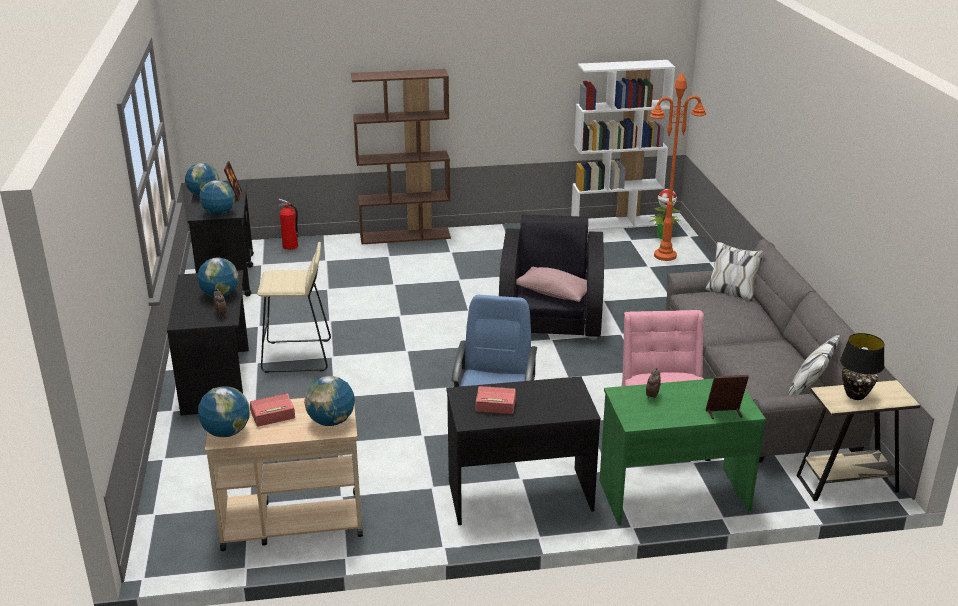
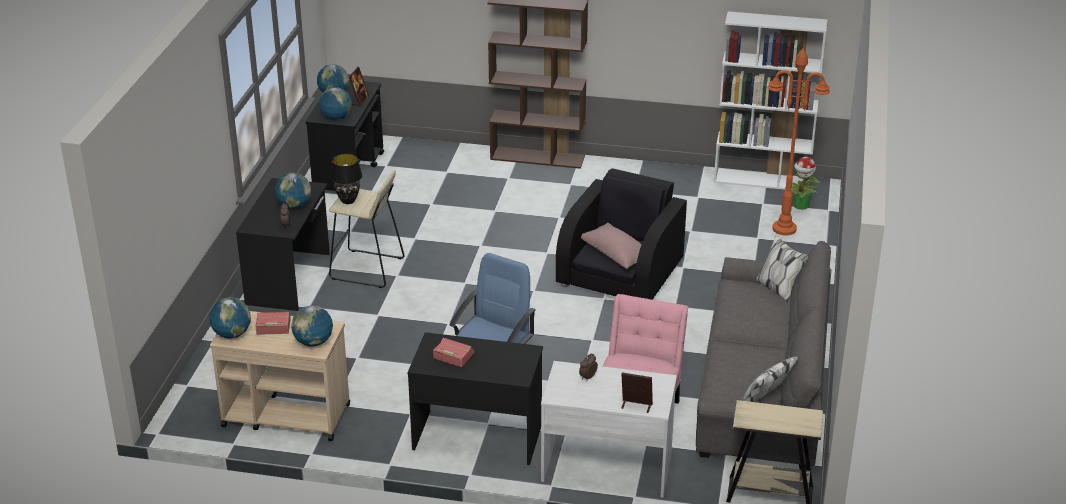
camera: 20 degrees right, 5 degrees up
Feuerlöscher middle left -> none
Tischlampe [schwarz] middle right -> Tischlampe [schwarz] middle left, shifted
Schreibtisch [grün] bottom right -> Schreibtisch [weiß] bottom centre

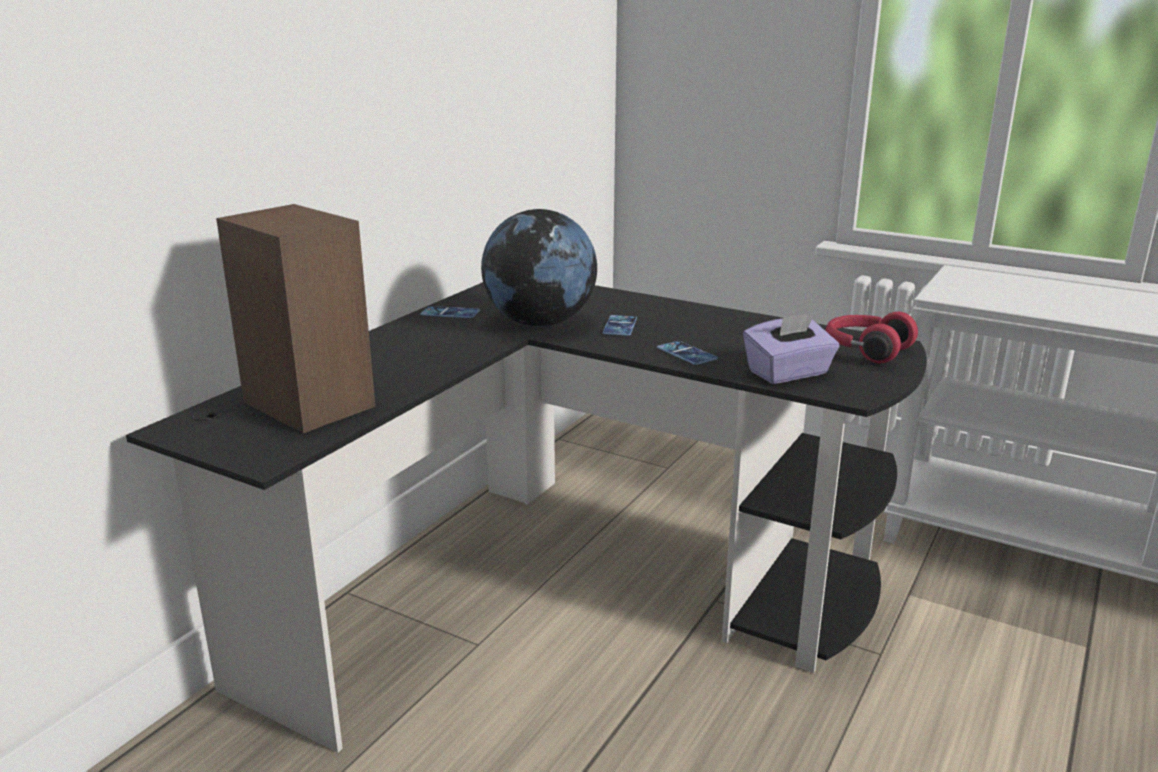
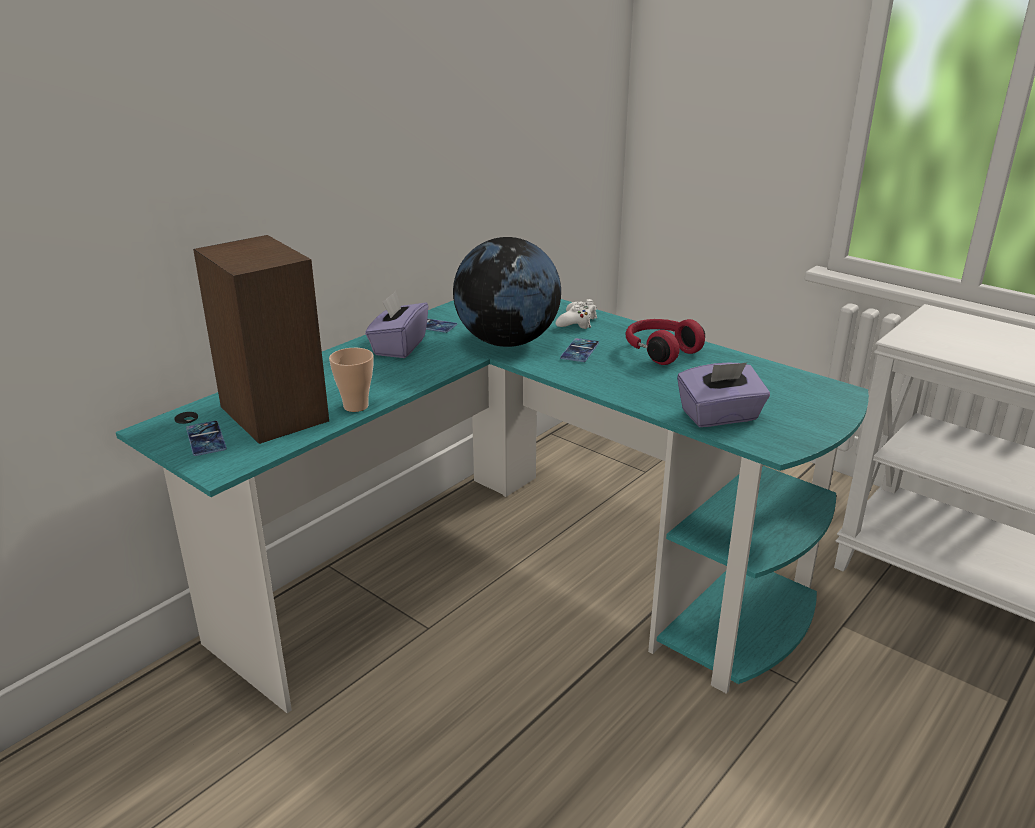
camera: 10 degrees right, 5 degrees up
Schreibtisch [schwarz] bottom centre -> Schreibtisch [türkis] centre
Kopfhörer [rot] middle right -> Kopfhörer [rot] centre, shifted
Handy (no. 3 from left in the first image) centre -> Handy (no. 1 from left) middle left, shifted
none -> Taschentuchbox [lila] (no. 1 from left) centre
none -> Gamepad [weiß] centre
none -> Tasse centre

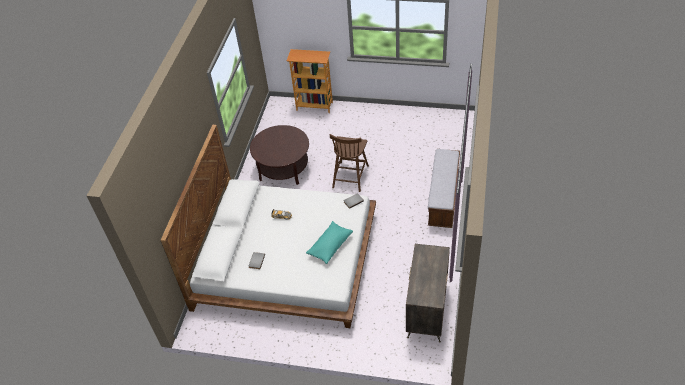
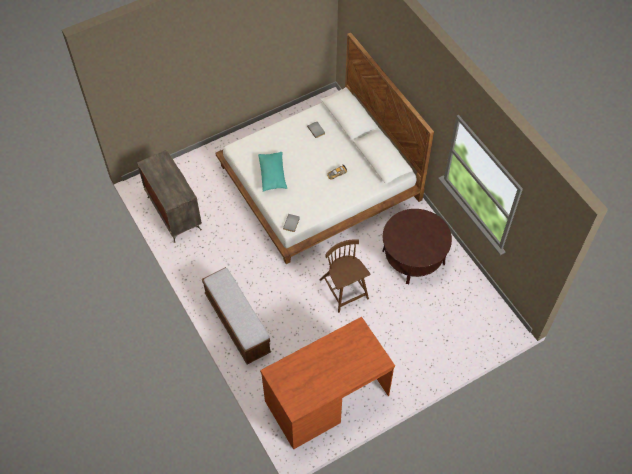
camera: 135 degrees right, 10 degrees up
Bücherregal top centre -> none
none -> Schreibtisch [braun] bottom centre

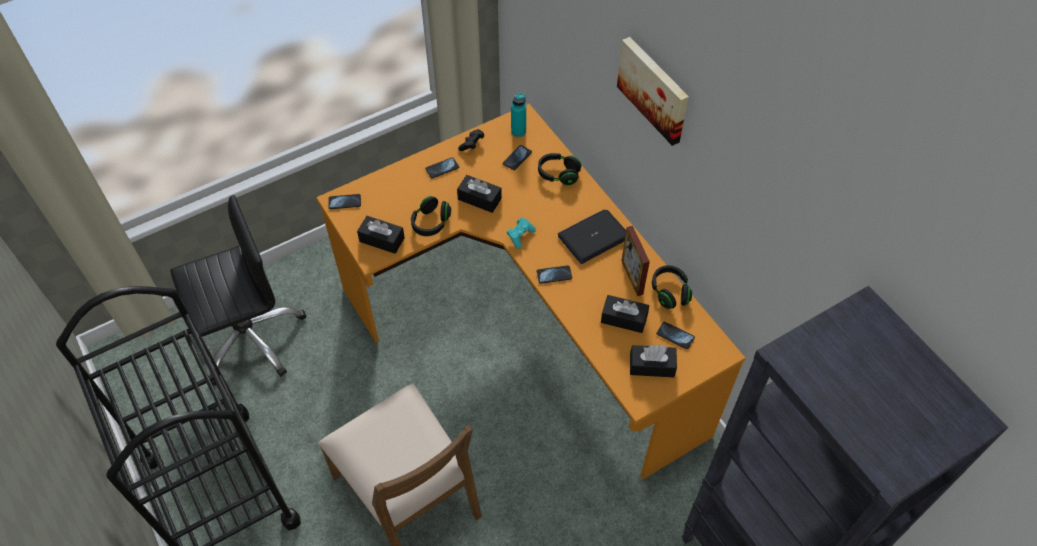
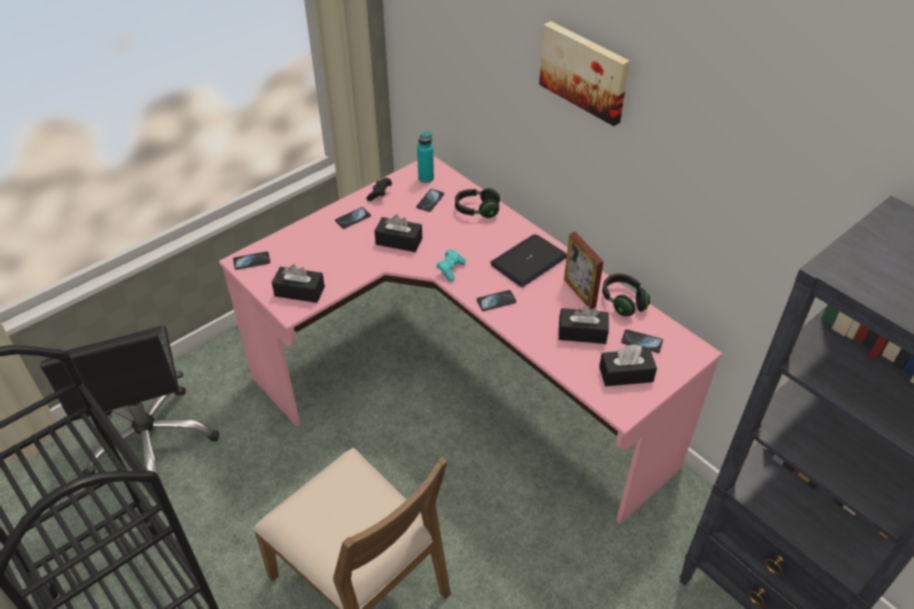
camera: 10 degrees left, 10 degrees down
Schreibtisch [orange] centre -> Schreibtisch [rosa] centre
Bürostuhl [schwarz] middle left, 105 degrees clockwise
Kopfhörer [schwarz] (no. 1 from left) centre -> none

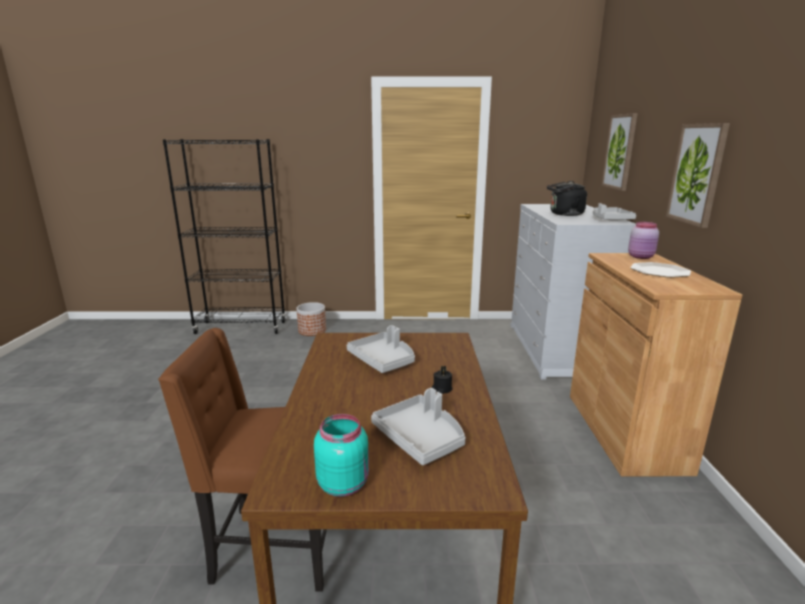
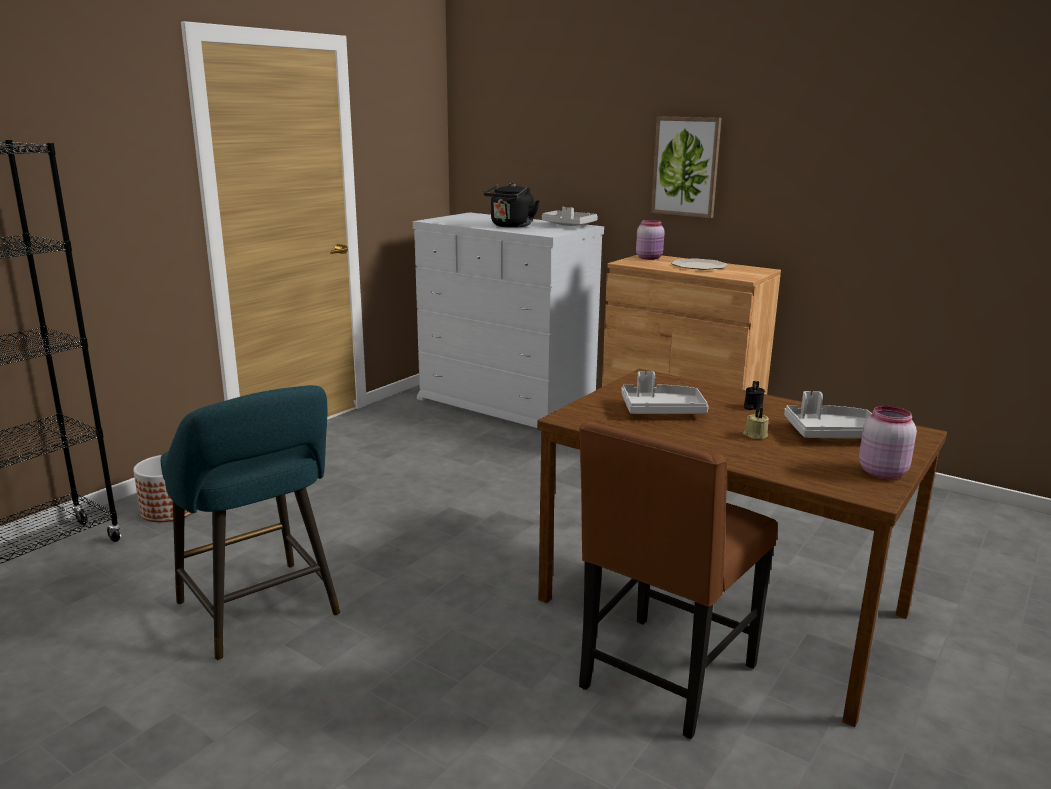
camera: 55 degrees left, 0 degrees up
Bild (no. 1 from left) top right -> none
Vorratsglas [türkis] bottom centre -> Vorratsglas [rosa] (no. 2 from left) middle right
none -> Hocker [türkis] middle left
none -> Kerze [beige] middle right

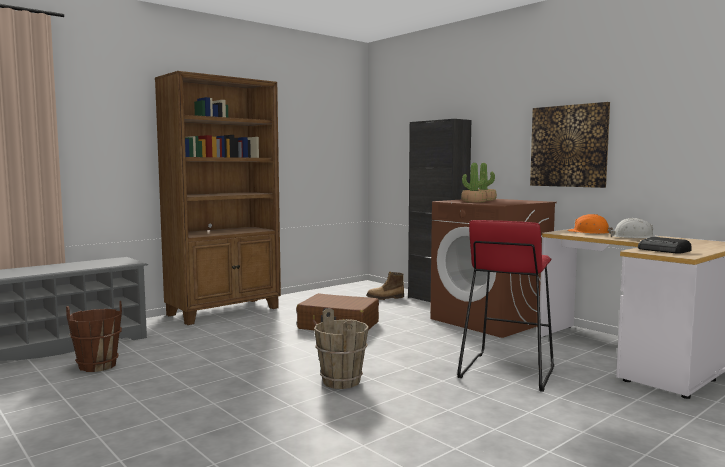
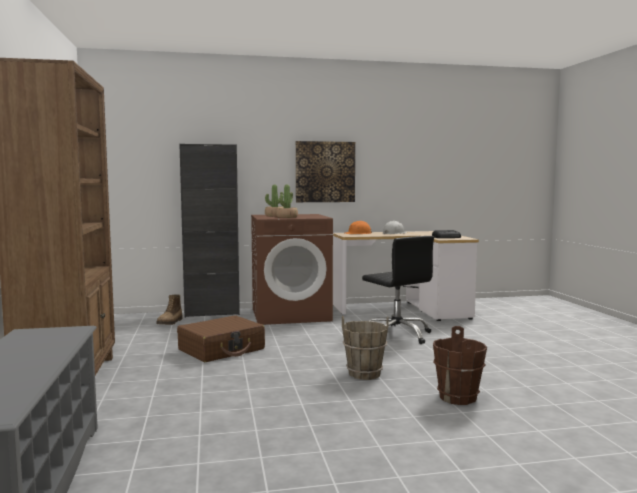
camera: 60 degrees left, 0 degrees up
Hocker [rot] middle right -> Bürostuhl [schwarz] centre
Eimer [braun] (no. 1 from left in the first image) bottom left -> Eimer [braun] (no. 2 from left) bottom right, shifted

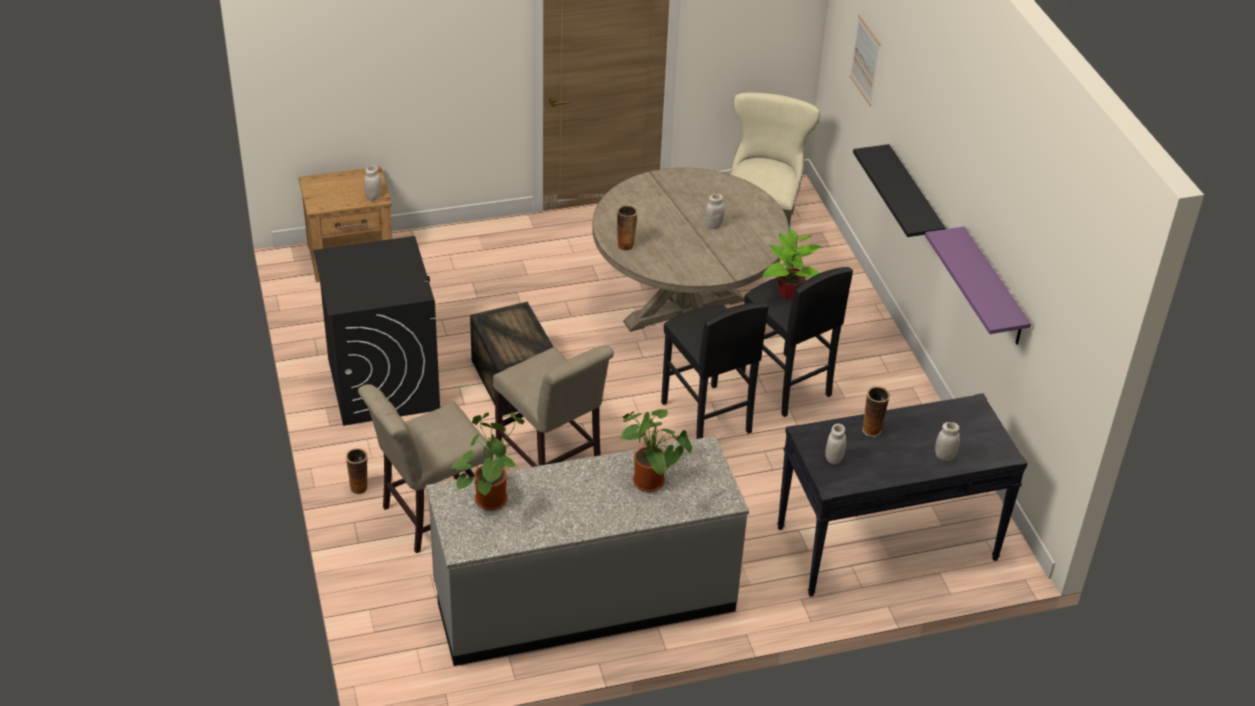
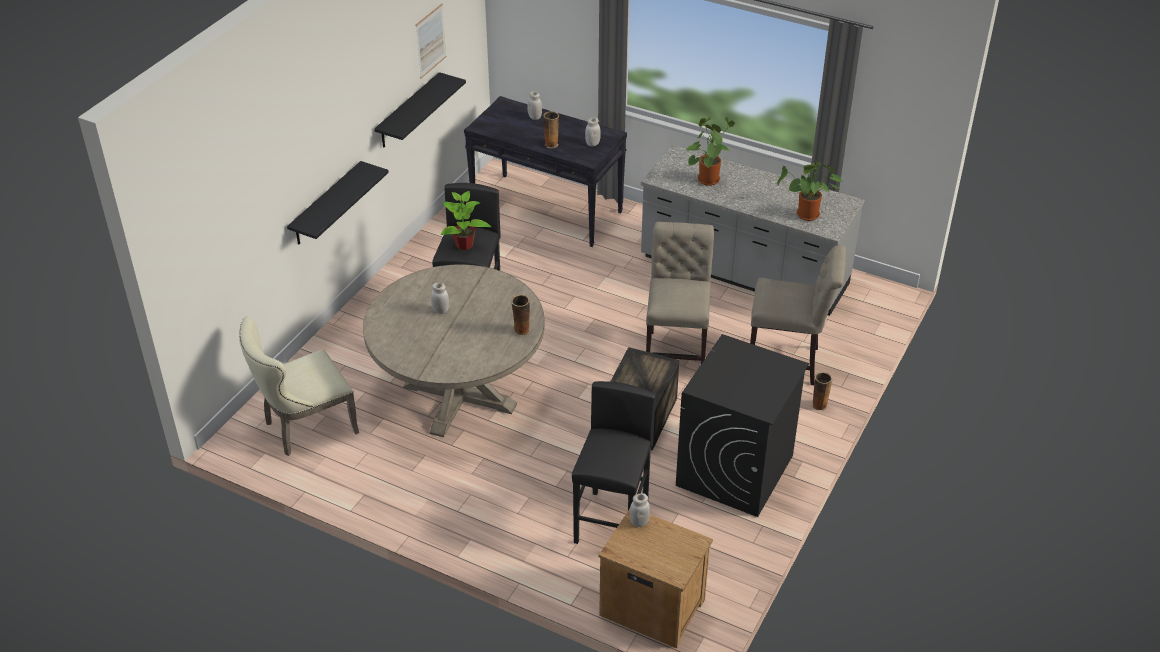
camera: 135 degrees left, 0 degrees up
Bild top right -> Bild top centre, shifted
Wandregal [lila] middle right -> Wandregal [schwarz] (no. 2 from left) top centre
Hocker [schwarz] (no. 1 from left in the first image) centre -> Hocker [schwarz] (no. 2 from left) bottom centre, shifted

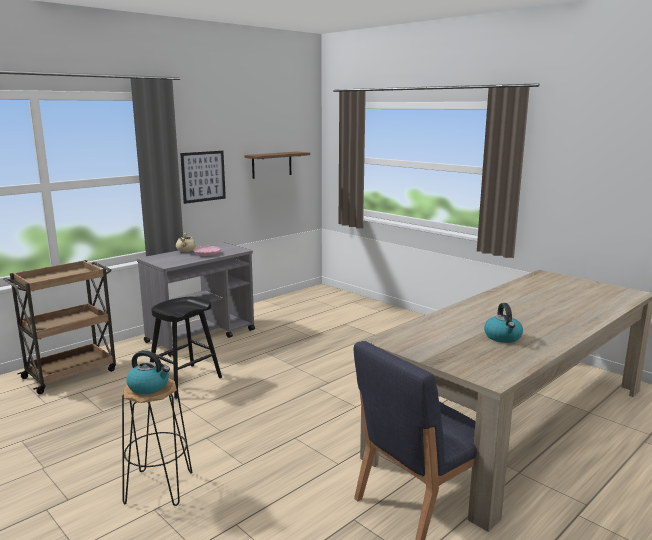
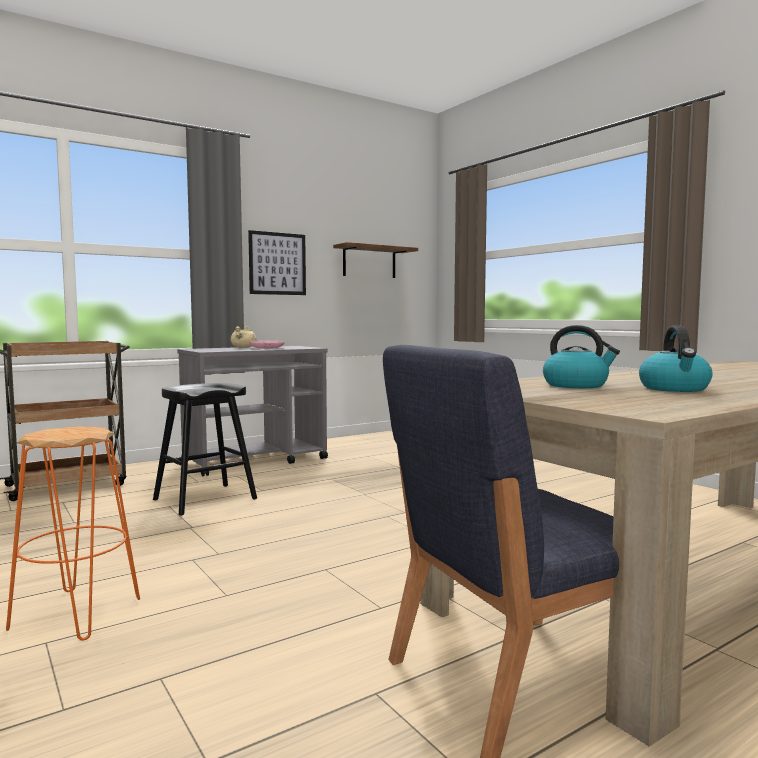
camera: 10 degrees right, 10 degrees down
Wasserkessel (no. 1 from left) bottom left -> Wasserkessel (no. 1 from left) middle right, shifted
Hocker [schwarz] (no. 1 from left) bottom left -> Hocker [orange] bottom left

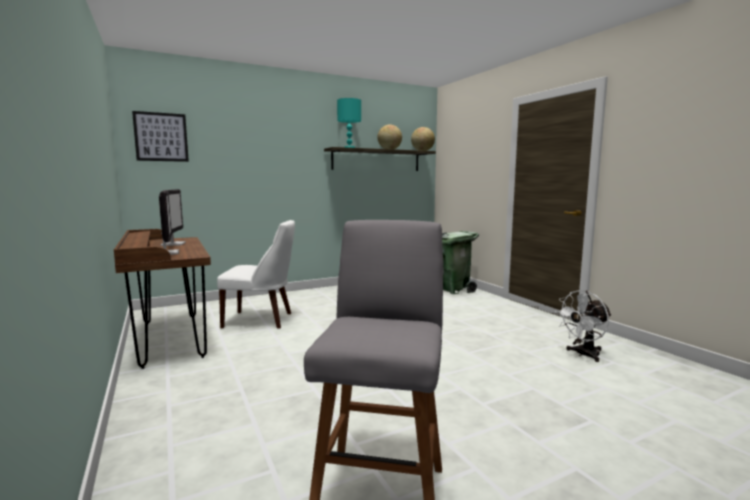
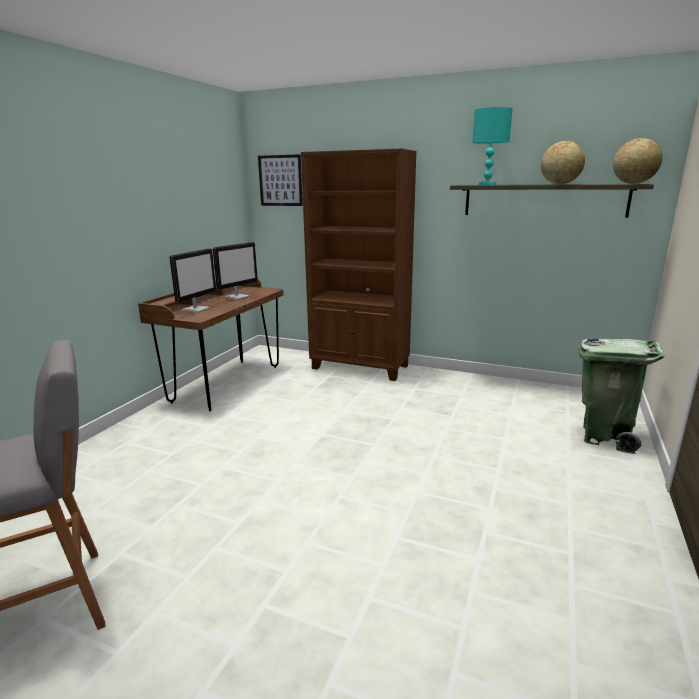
camera: 50 degrees right, 10 degrees up
Stuhl [weiß] centre -> none
Ventilator [weiß] middle right -> none
none -> Bücherregal [braun] centre

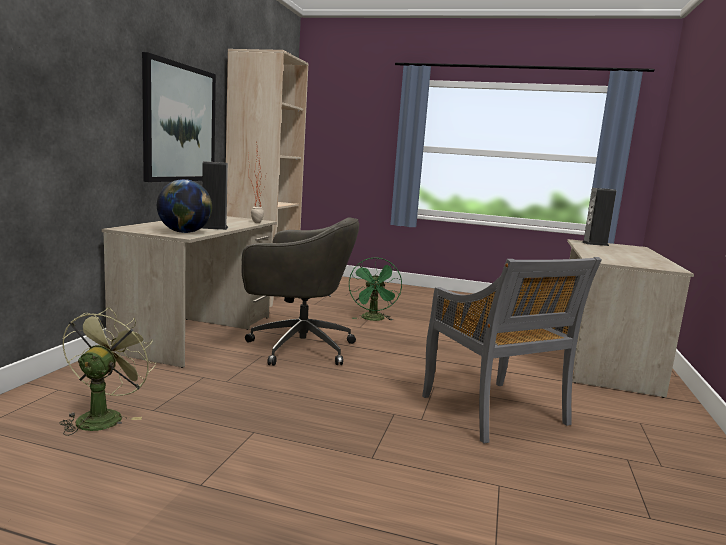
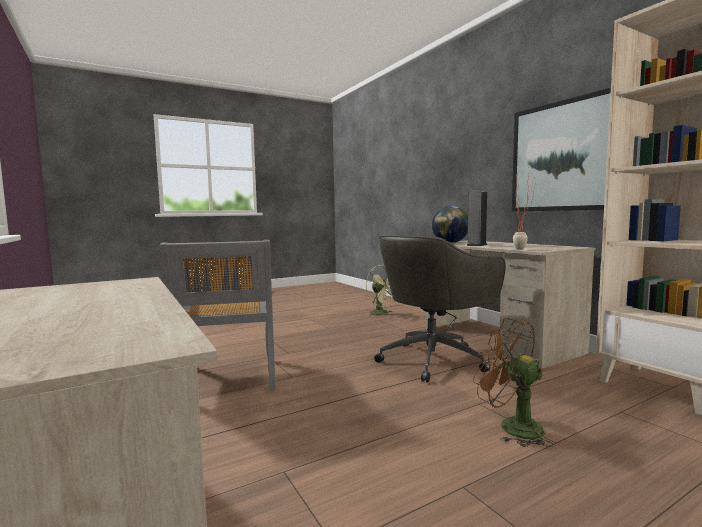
camera: 135 degrees right, 5 degrees down
Lautsprecher (no. 2 from left) middle right -> none
Ventilator [grün] (no. 2 from left) centre -> Ventilator [braun] bottom right
Stuhl [grau] middle right -> Stuhl [grau] middle left, 120 degrees counterclockwise

